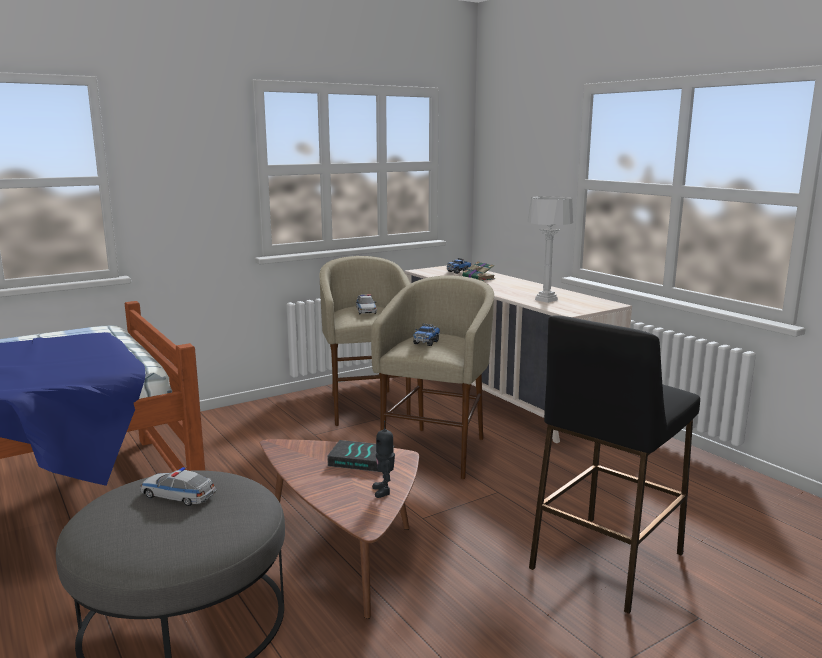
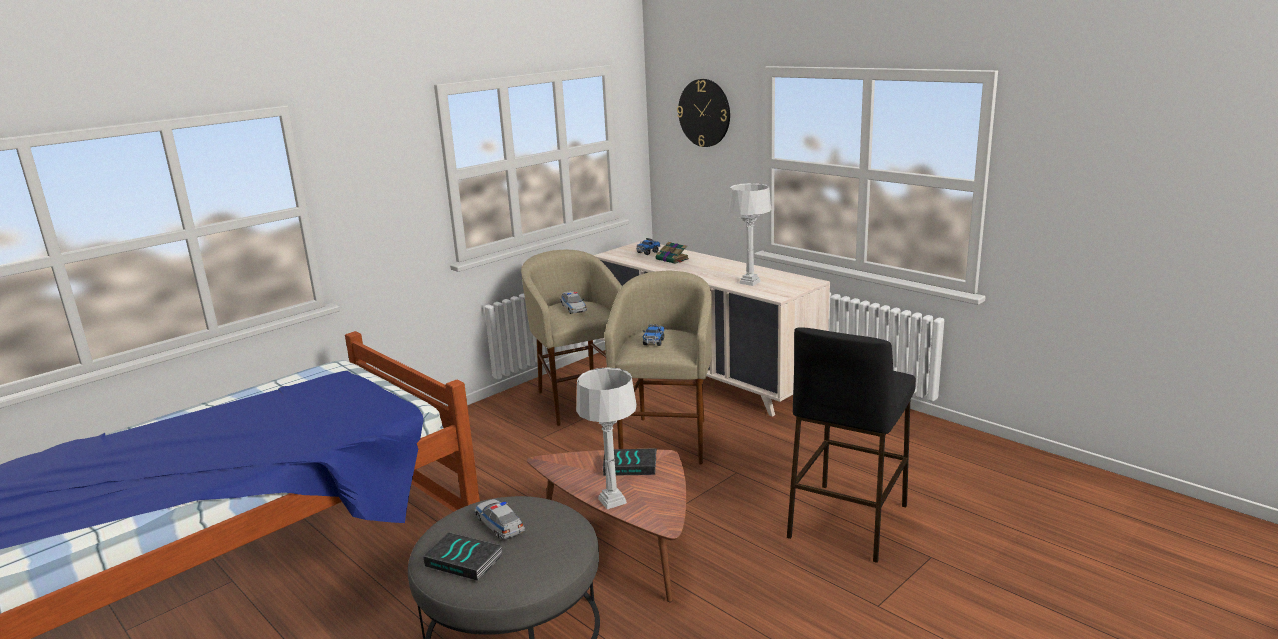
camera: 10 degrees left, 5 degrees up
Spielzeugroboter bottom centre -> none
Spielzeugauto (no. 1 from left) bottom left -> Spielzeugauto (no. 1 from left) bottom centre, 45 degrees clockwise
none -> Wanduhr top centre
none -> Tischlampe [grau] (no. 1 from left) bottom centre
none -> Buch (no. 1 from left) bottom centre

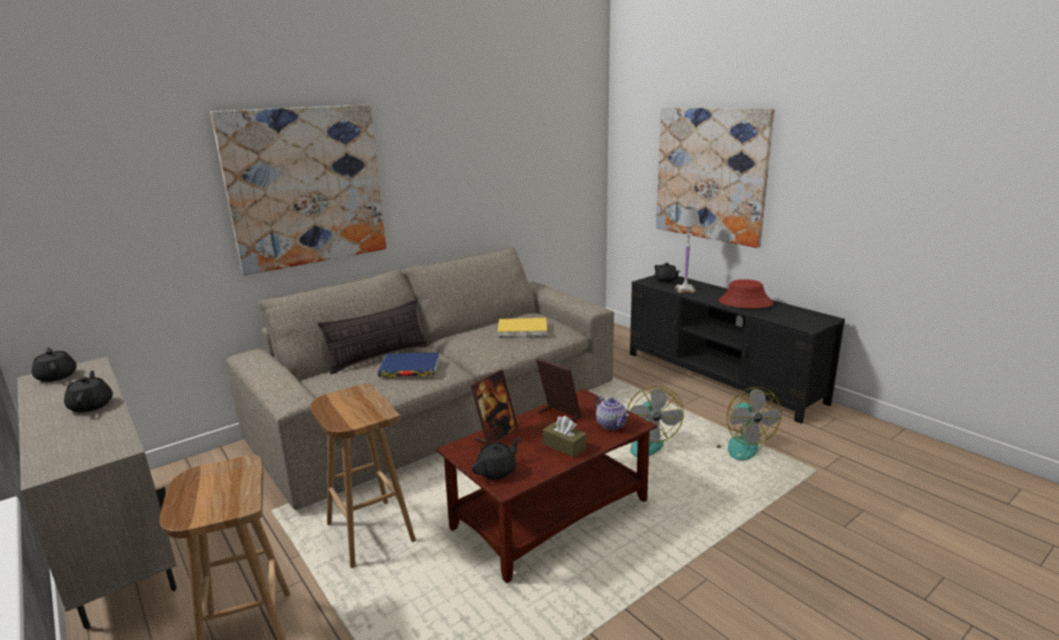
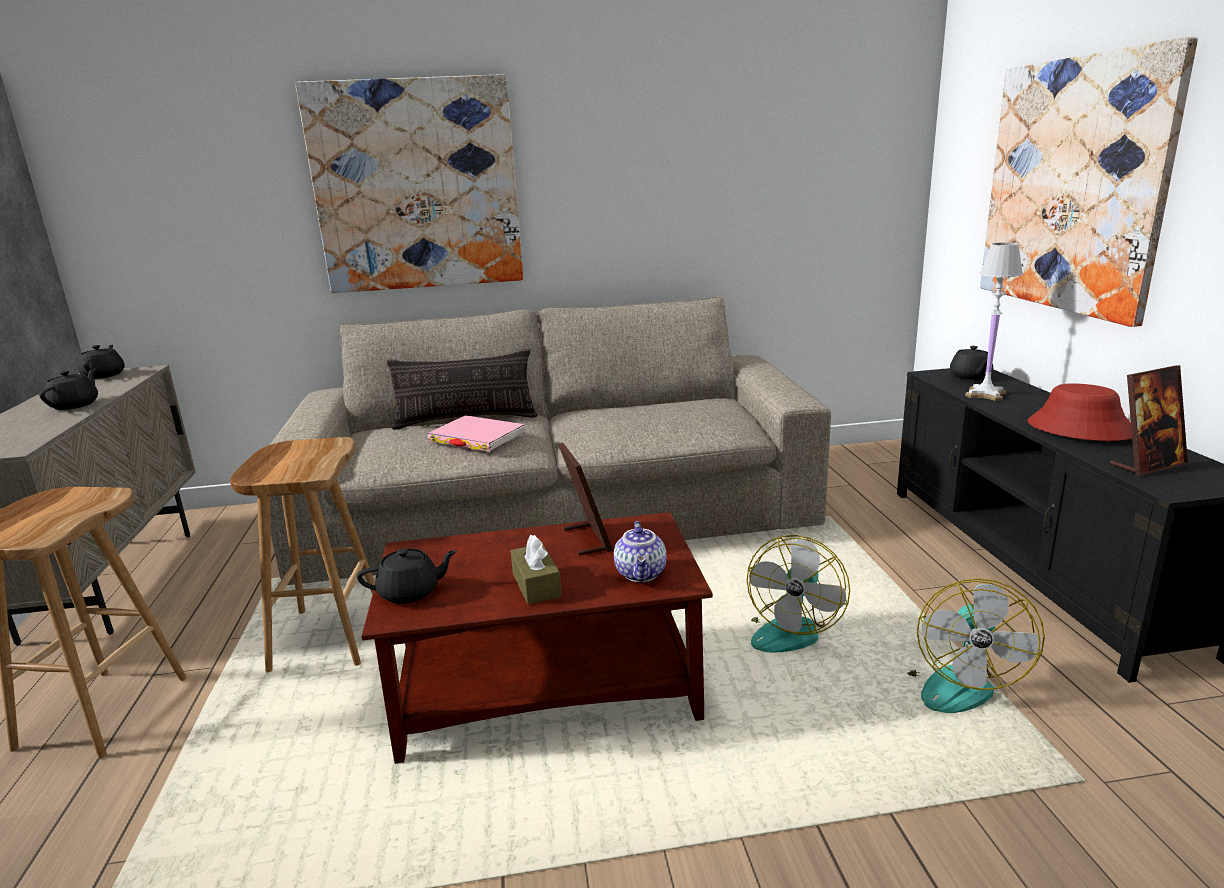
camera: 30 degrees right, 0 degrees up
Buch [gelb] centre -> none
Buch [blau] centre -> Buch [rosa] centre
Bilderrahmen (no. 1 from left in the first image) centre -> Bilderrahmen (no. 2 from left) middle right, shifted

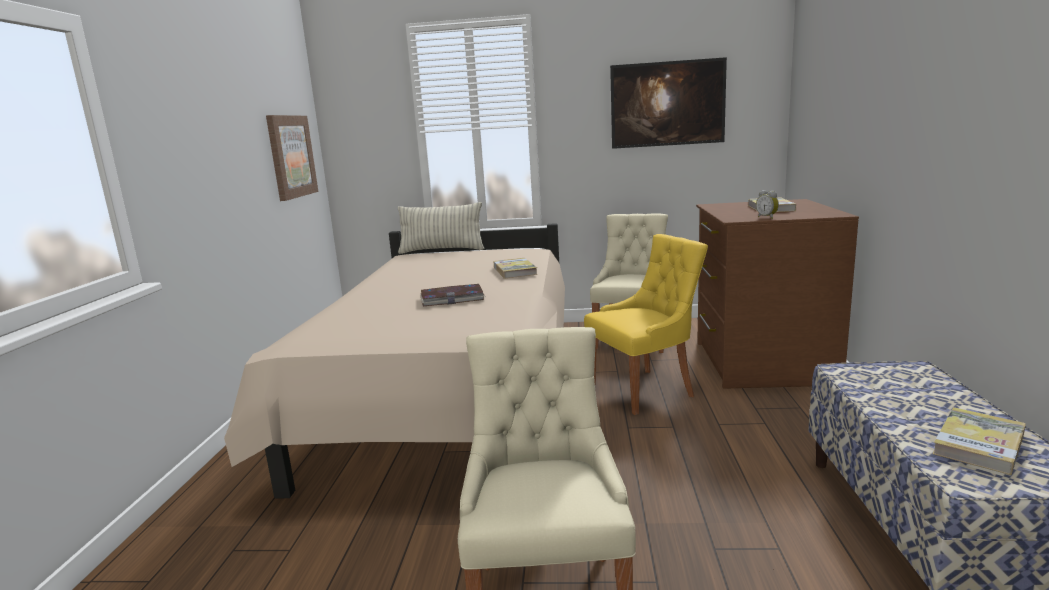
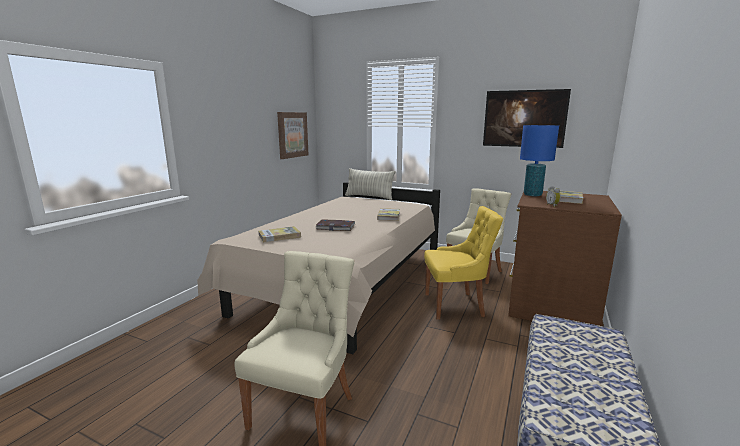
camera: 20 degrees right, 0 degrees up
Buch (no. 4 from left in the first image) bottom right -> Buch (no. 1 from left) centre, shifted
none -> Tischlampe [blau] middle right

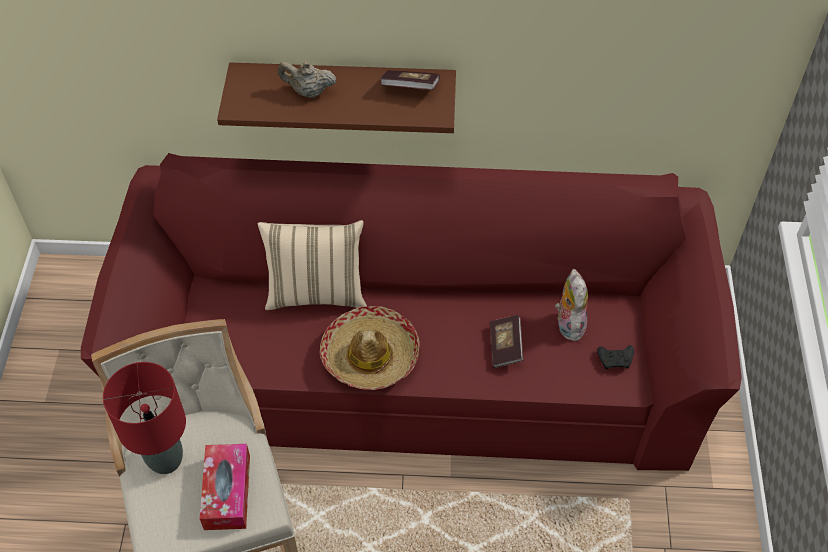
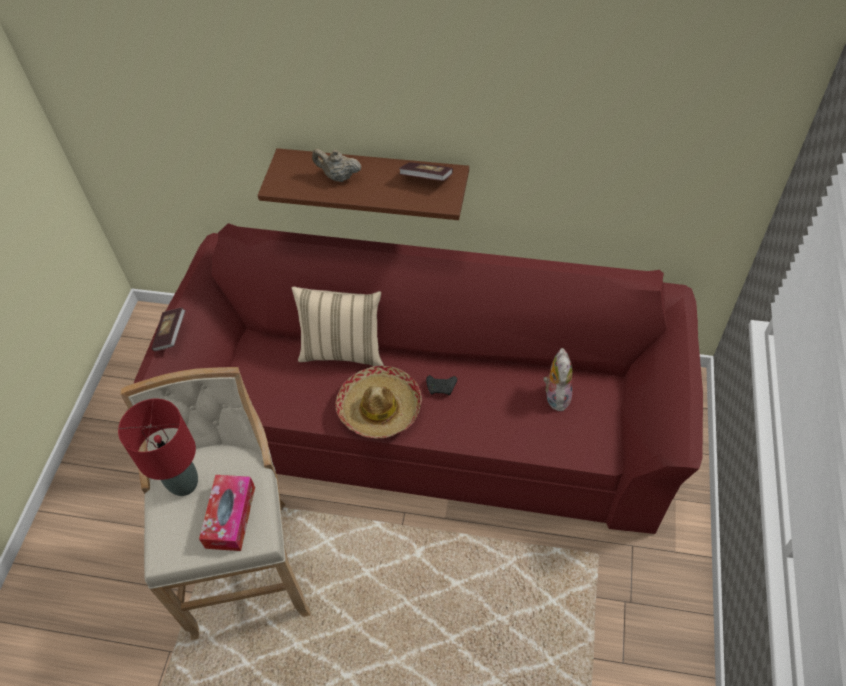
camera: 10 degrees right, 0 degrees up
Buch (no. 2 from left in the first image) centre -> Buch (no. 1 from left) middle left, shifted
Gamepad [schwarz] middle right -> Gamepad [schwarz] centre, shifted

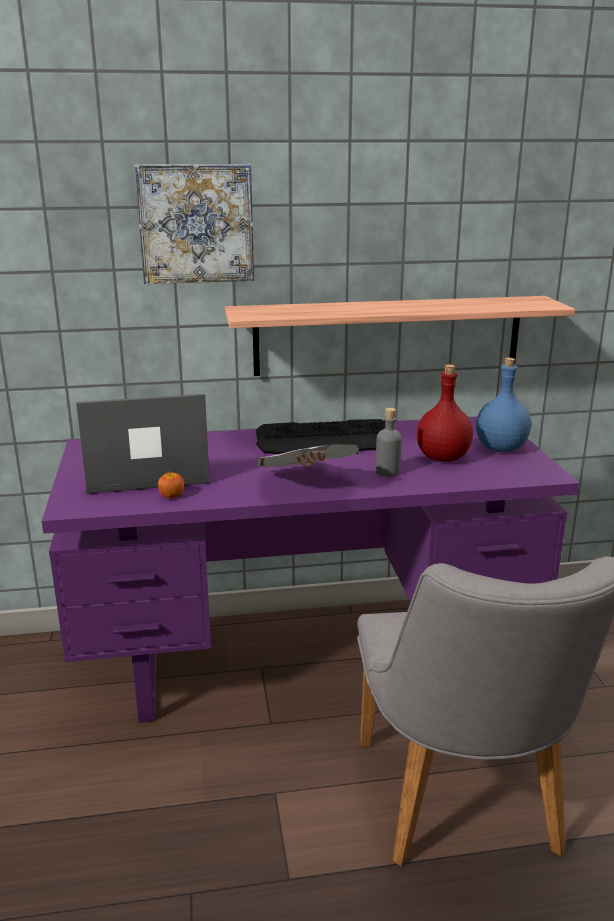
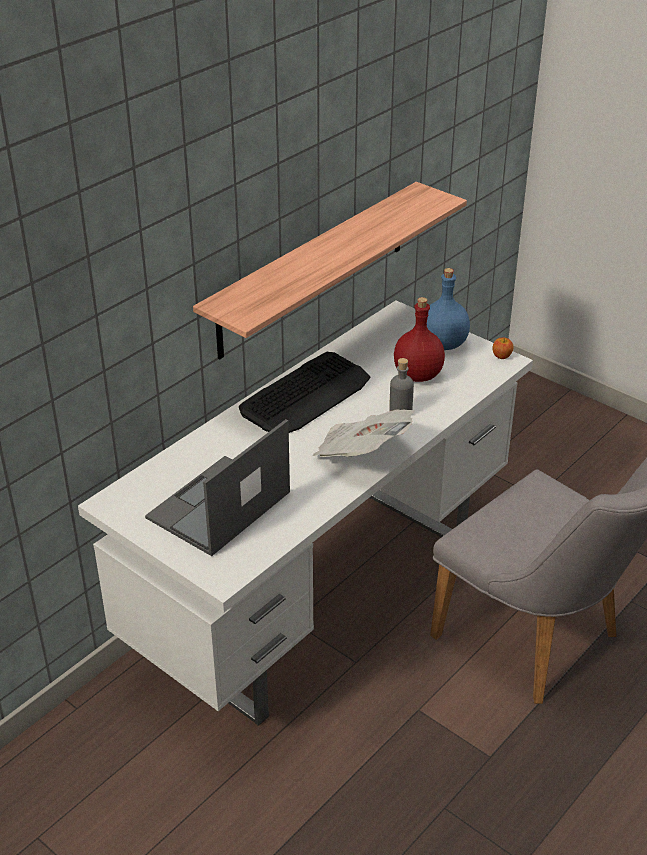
camera: 40 degrees left, 15 degrees up
Bild top left -> none
Schreibtisch [lila] centre -> Schreibtisch [weiß] centre
Apfel middle left -> Apfel middle right, shifted

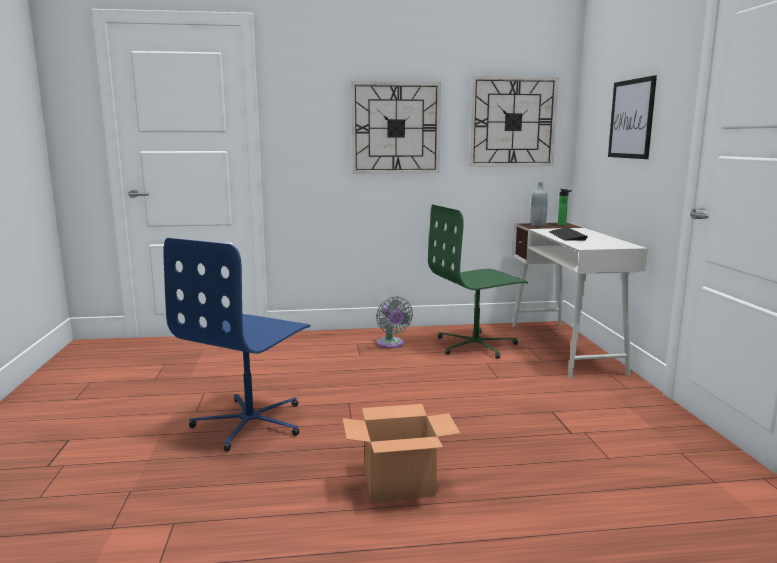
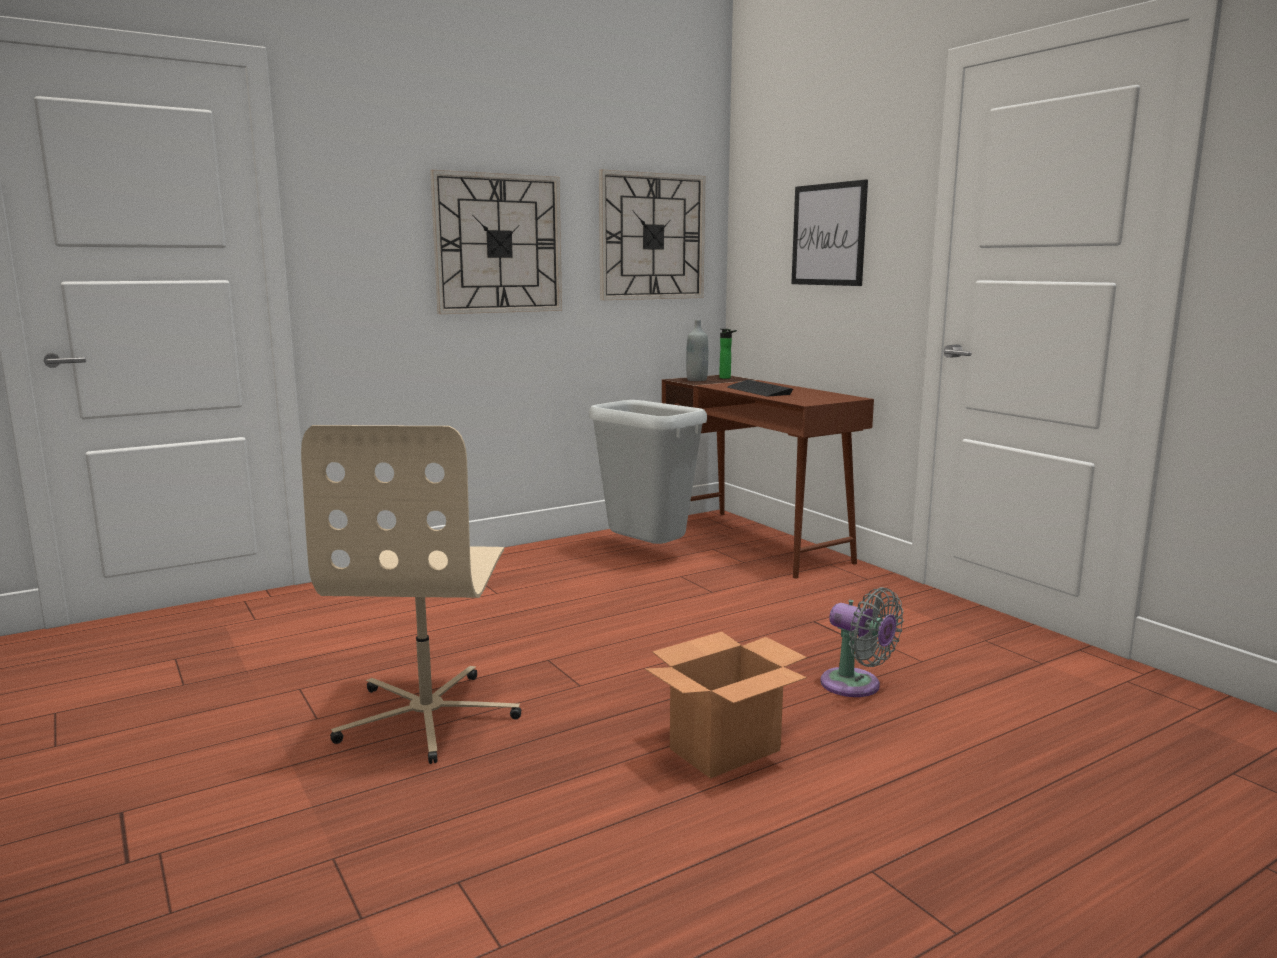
camera: 25 degrees left, 0 degrees up
Bürostuhl [grün] centre -> Mülleimer [grau] centre
Schreibtisch [weiß] middle right -> Schreibtisch [braun] centre
Bürostuhl [blau] middle left -> Bürostuhl [beige] middle left
Ventilator [grau] centre -> Ventilator [grau] bottom right, shifted

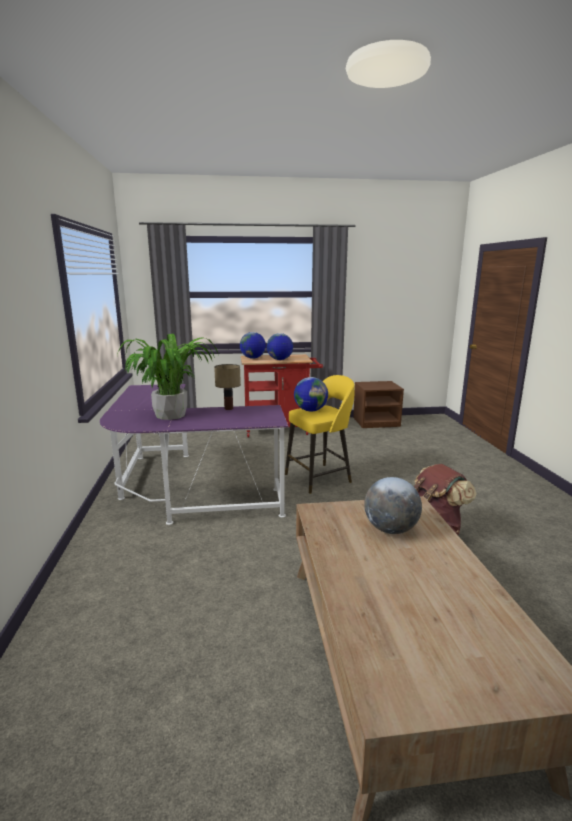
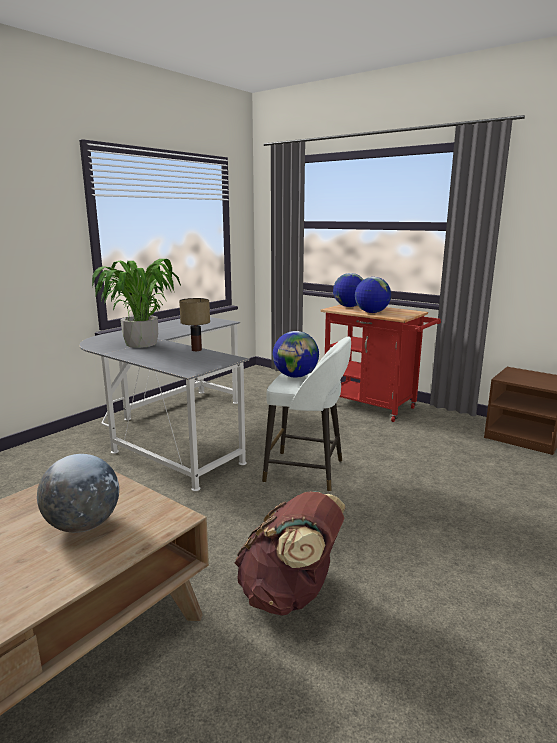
camera: 45 degrees right, 0 degrees up
Hocker [gelb] centre -> Hocker [weiß] centre
Schreibtisch [lila] centre -> Schreibtisch [grau] middle left

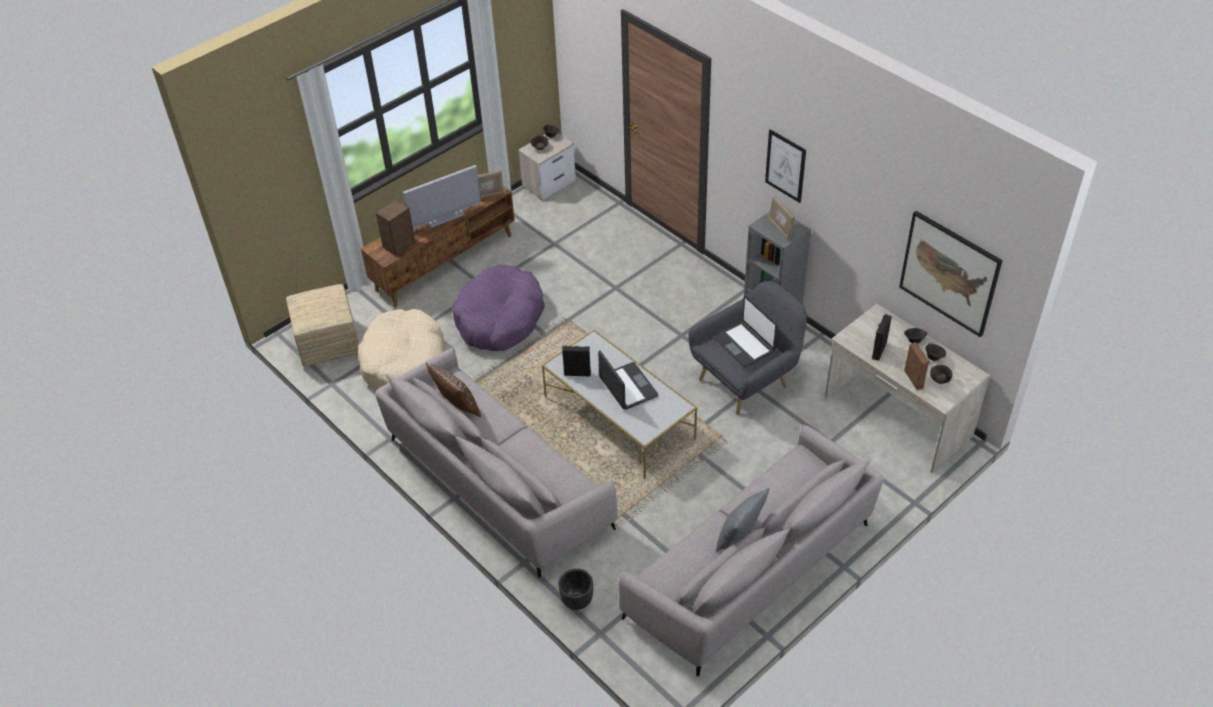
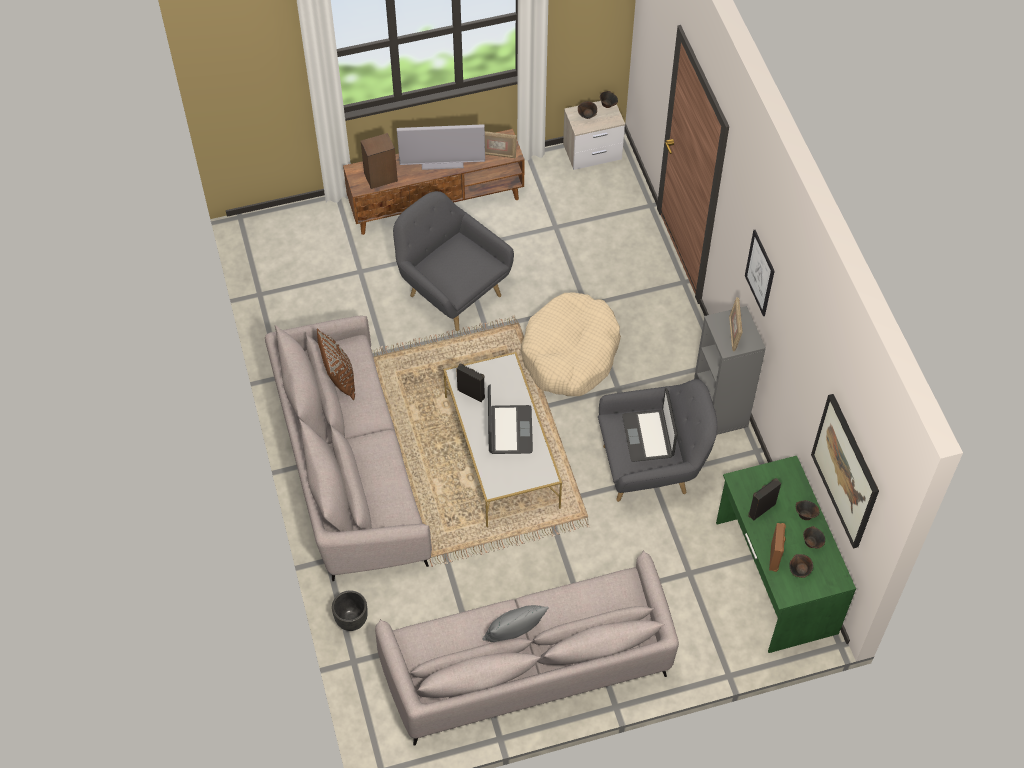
camera: 25 degrees right, 10 degrees up
Hundebett [lila] centre -> Sessel [grau] (no. 1 from left) centre
Polsterhocker middle left -> none
Schreibtisch [beige] middle right -> Schreibtisch [grün] bottom right
Hundebett [beige] middle left -> Hundebett [beige] centre, shifted

